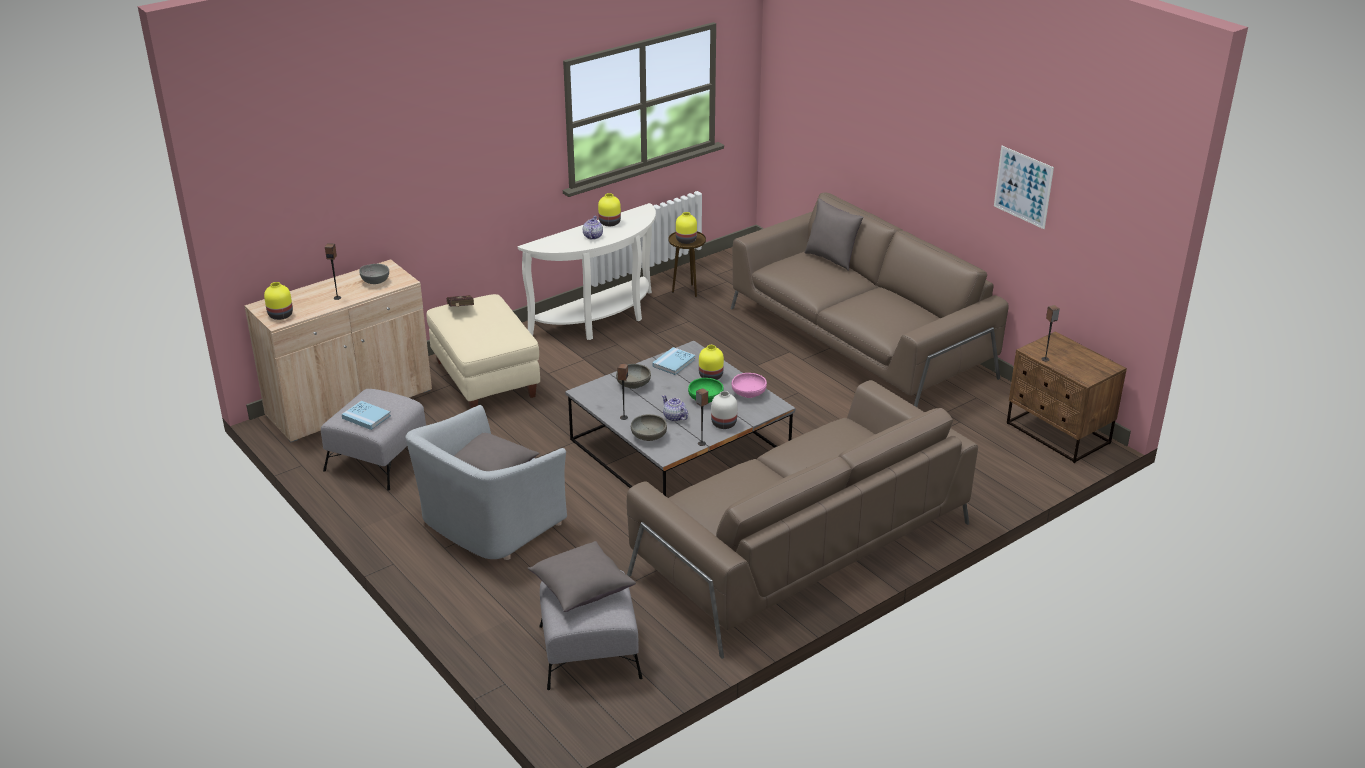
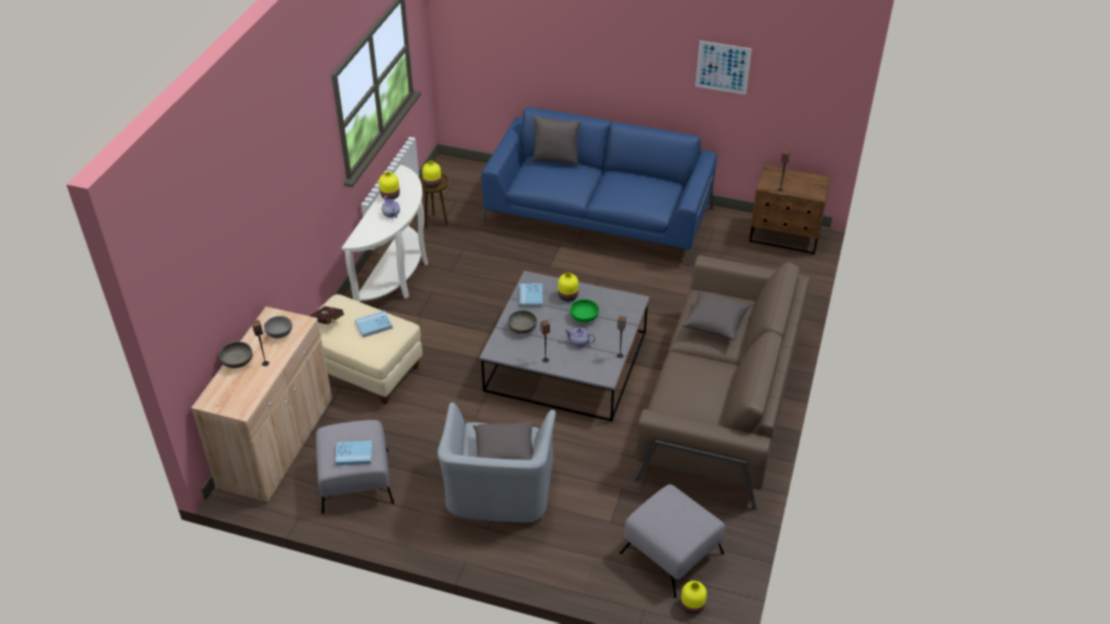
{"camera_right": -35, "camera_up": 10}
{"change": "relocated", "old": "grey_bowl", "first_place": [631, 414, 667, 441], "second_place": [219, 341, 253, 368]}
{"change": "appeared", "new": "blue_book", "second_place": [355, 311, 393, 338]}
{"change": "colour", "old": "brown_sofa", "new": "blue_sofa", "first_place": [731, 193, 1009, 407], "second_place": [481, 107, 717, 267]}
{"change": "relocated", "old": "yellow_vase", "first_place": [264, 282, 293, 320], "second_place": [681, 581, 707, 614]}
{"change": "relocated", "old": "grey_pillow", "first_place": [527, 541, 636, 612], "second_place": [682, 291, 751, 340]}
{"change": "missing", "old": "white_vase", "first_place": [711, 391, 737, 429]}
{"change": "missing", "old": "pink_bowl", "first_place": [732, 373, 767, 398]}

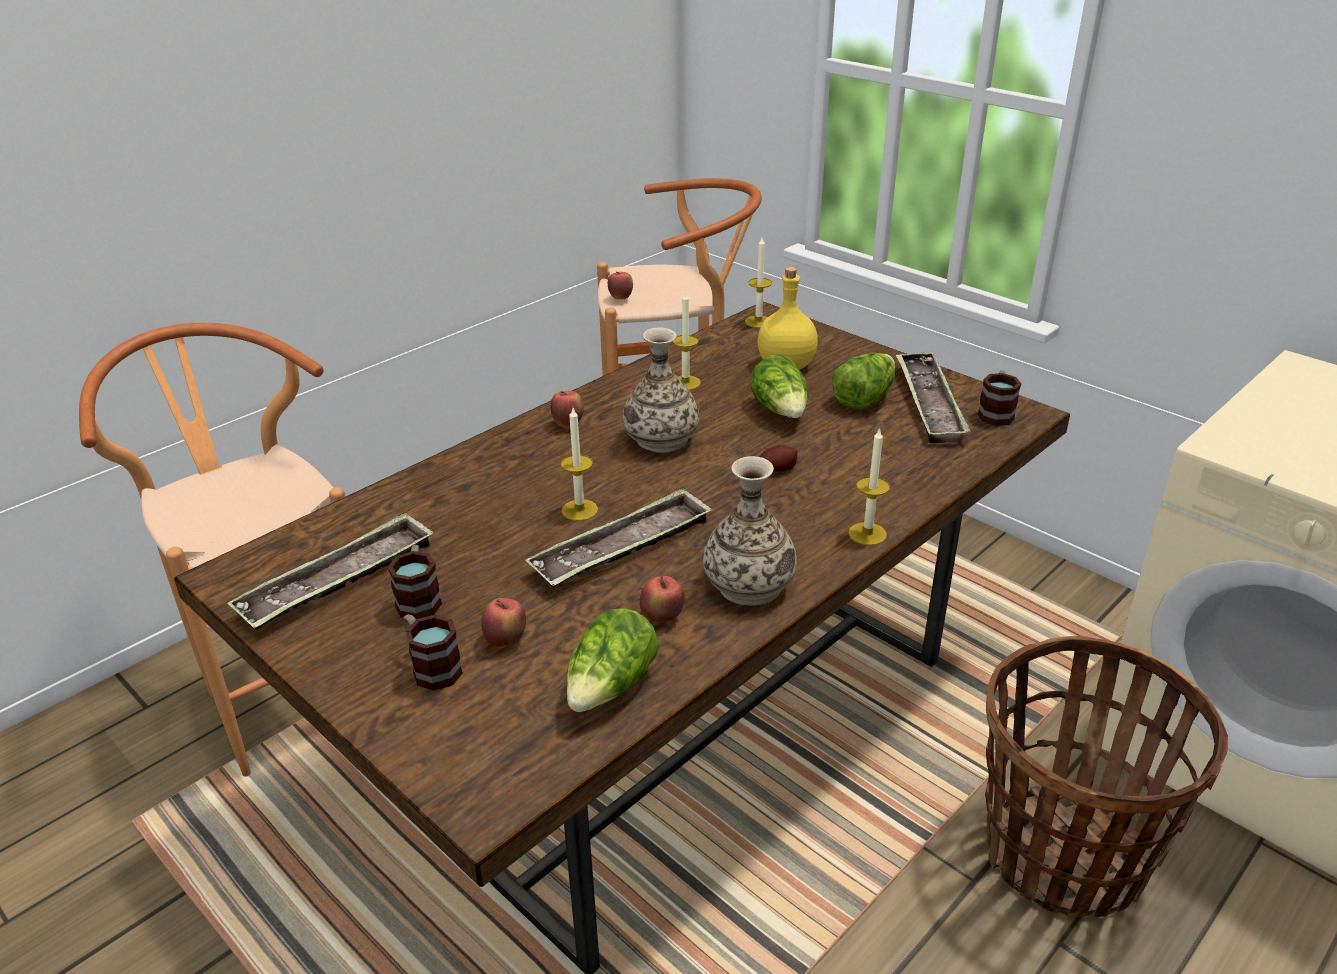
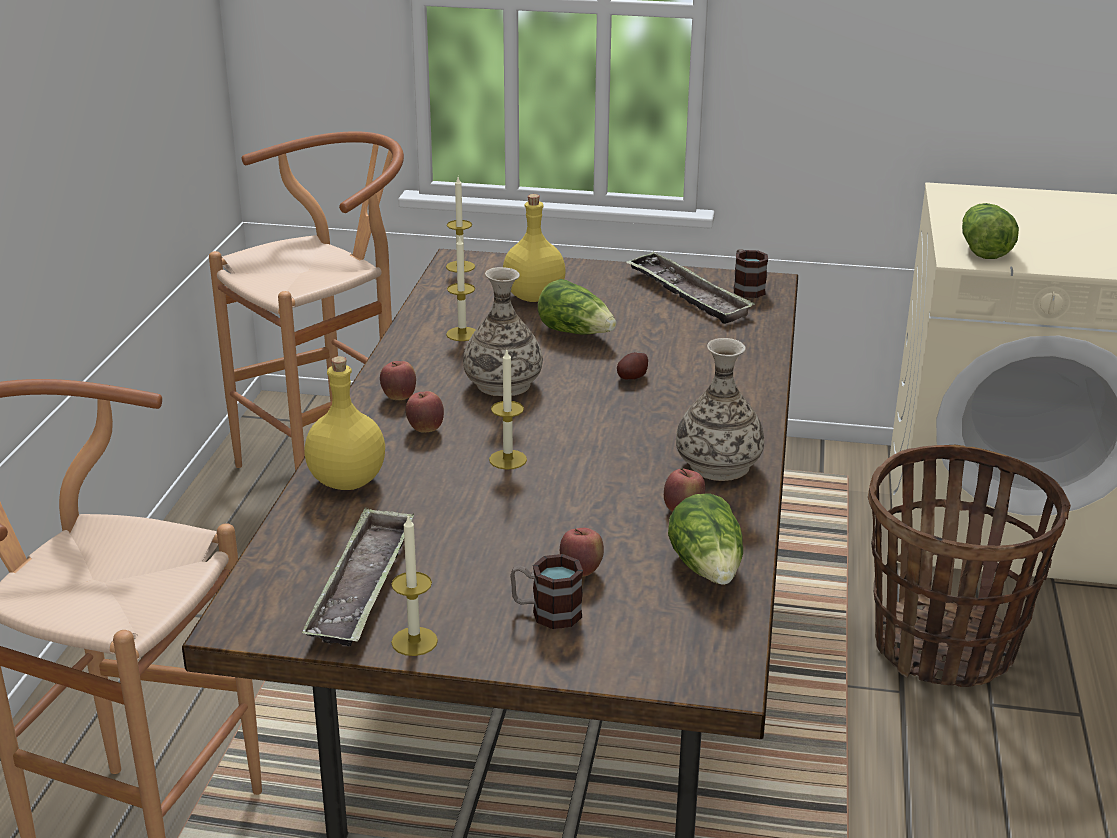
{"camera_right": -35, "camera_up": -5}
{"change": "appeared", "new": "yellow_bottle", "second_place": [304, 356, 385, 490]}
{"change": "relocated", "old": "candle", "first_place": [849, 427, 890, 545], "second_place": [391, 515, 438, 656]}
{"change": "relocated", "old": "apple", "first_place": [608, 271, 633, 300], "second_place": [406, 391, 444, 433]}
{"change": "relocated", "old": "lettuce", "first_place": [832, 353, 896, 409], "second_place": [962, 203, 1019, 259]}
{"change": "missing", "old": "mug", "first_place": [388, 545, 442, 619]}
{"change": "missing", "old": "tray", "first_place": [526, 487, 712, 587]}

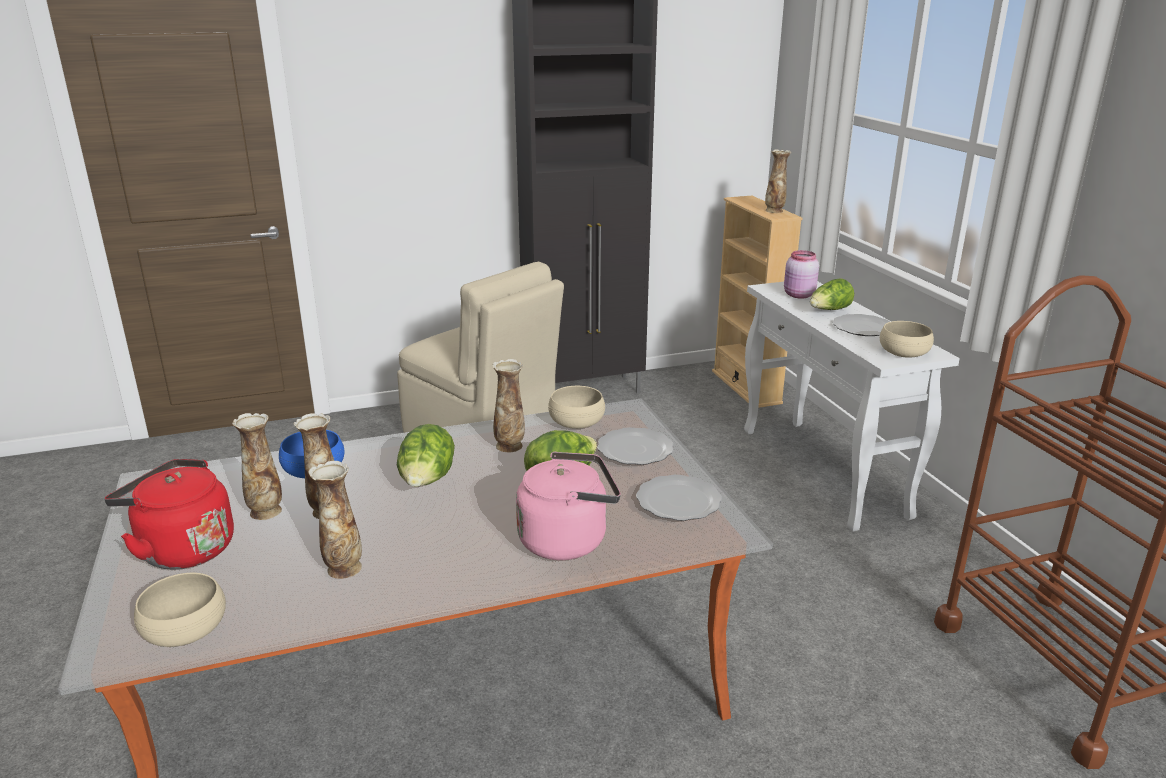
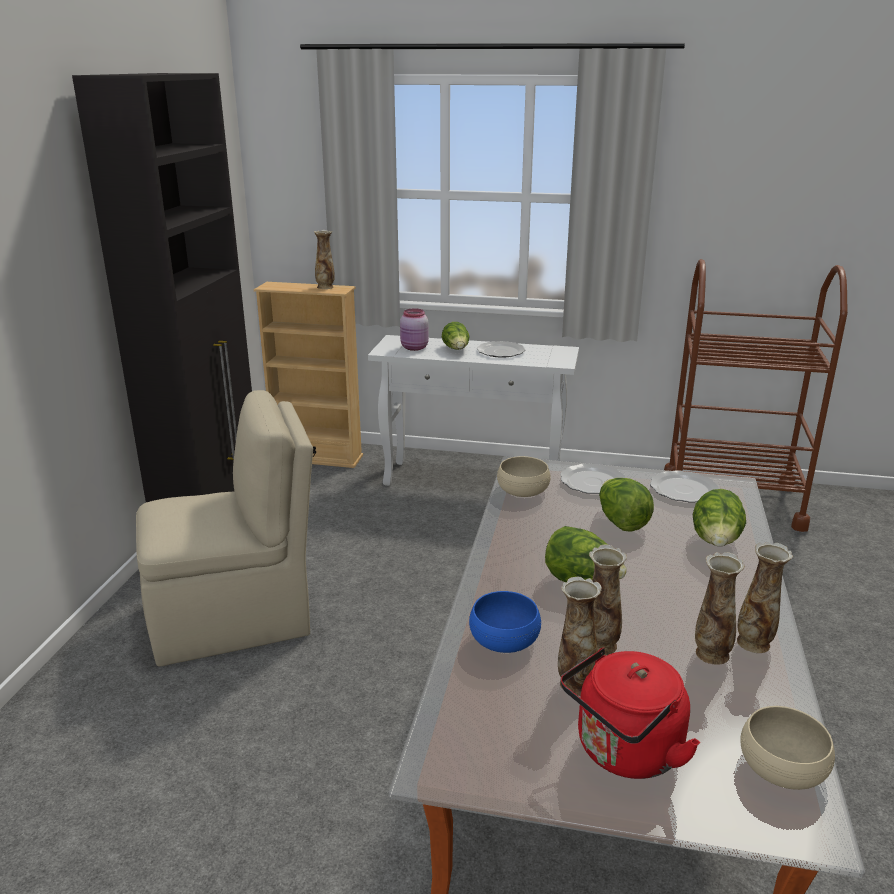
{"camera_right": -60, "camera_up": 0}
{"change": "exchanged", "old": "pink_kettle", "new": "lettuce", "first_place": [516, 452, 621, 560], "second_place": [693, 489, 746, 546]}
{"change": "relocated", "old": "vase", "first_place": [493, 359, 525, 452], "second_place": [737, 542, 793, 653]}
{"change": "missing", "old": "beige_bowl", "first_place": [880, 321, 934, 358]}

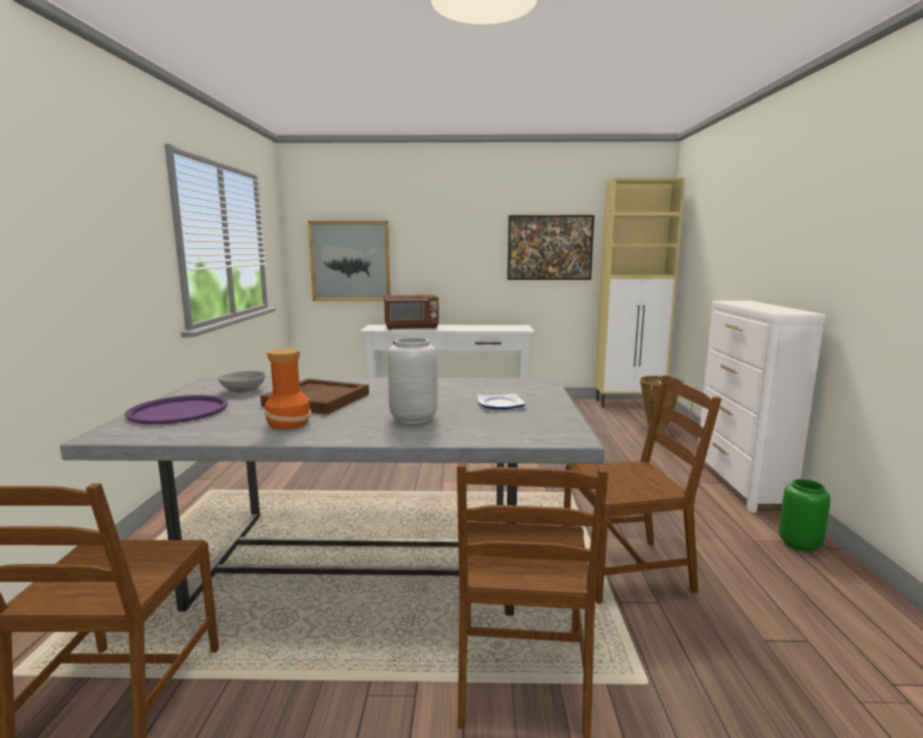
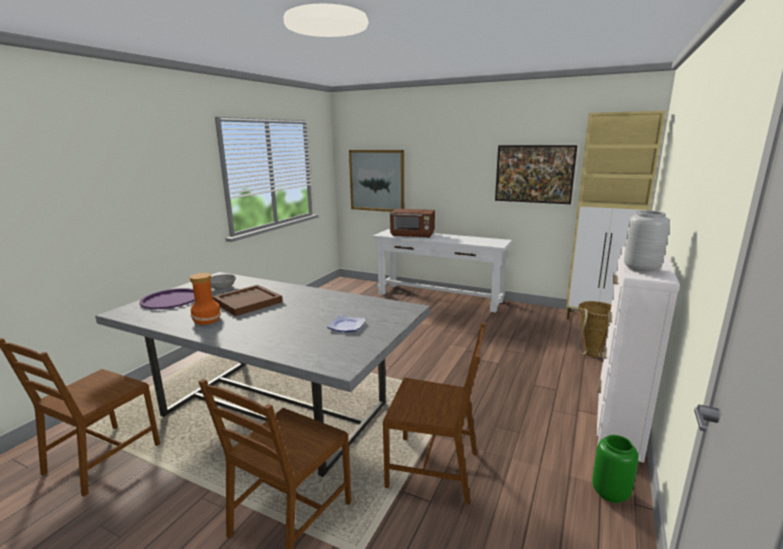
{"camera_right": 25, "camera_up": 5}
{"change": "relocated", "old": "grey_vase", "first_place": [388, 337, 437, 424], "second_place": [624, 210, 670, 273]}

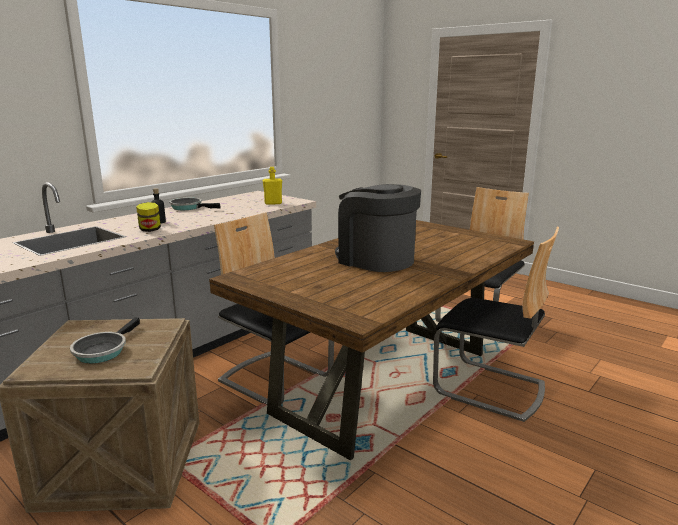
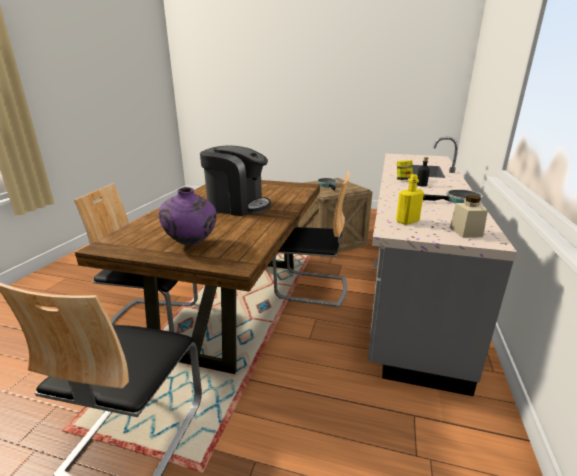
{"camera_right": 155, "camera_up": 5}
{"change": "appeared", "new": "purple_vase", "second_place": [159, 187, 217, 246]}
{"change": "appeared", "new": "beige_jar", "second_place": [450, 195, 488, 238]}

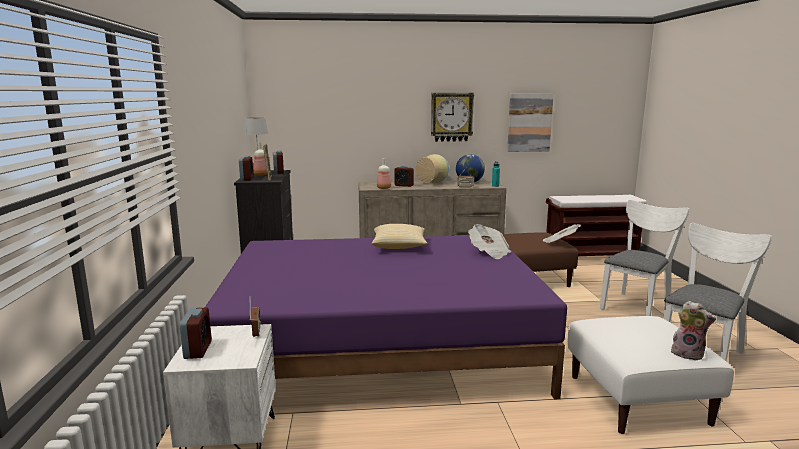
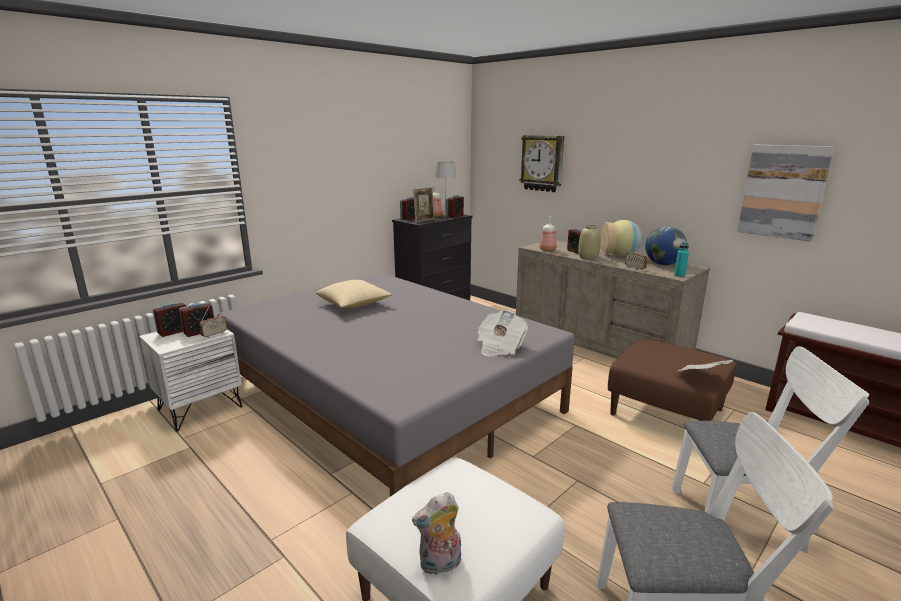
{"camera_right": 50, "camera_up": 5}
{"change": "appeared", "new": "alarm_clock", "second_place": [179, 302, 214, 337]}
{"change": "colour", "old": "purple_bed", "new": "grey_bed", "first_place": [205, 236, 567, 400], "second_place": [217, 273, 575, 497]}
{"change": "relocated", "old": "pillow", "first_place": [372, 224, 427, 249], "second_place": [316, 280, 392, 308]}
{"change": "spun", "old": "plush_toy", "first_place": [671, 301, 716, 361], "second_place": [412, 492, 461, 576], "degrees": 75}
{"change": "relocated", "old": "wall_clock", "first_place": [431, 93, 474, 142], "second_place": [519, 135, 564, 192]}
{"change": "appeared", "new": "beige_vase", "second_place": [578, 225, 601, 260]}

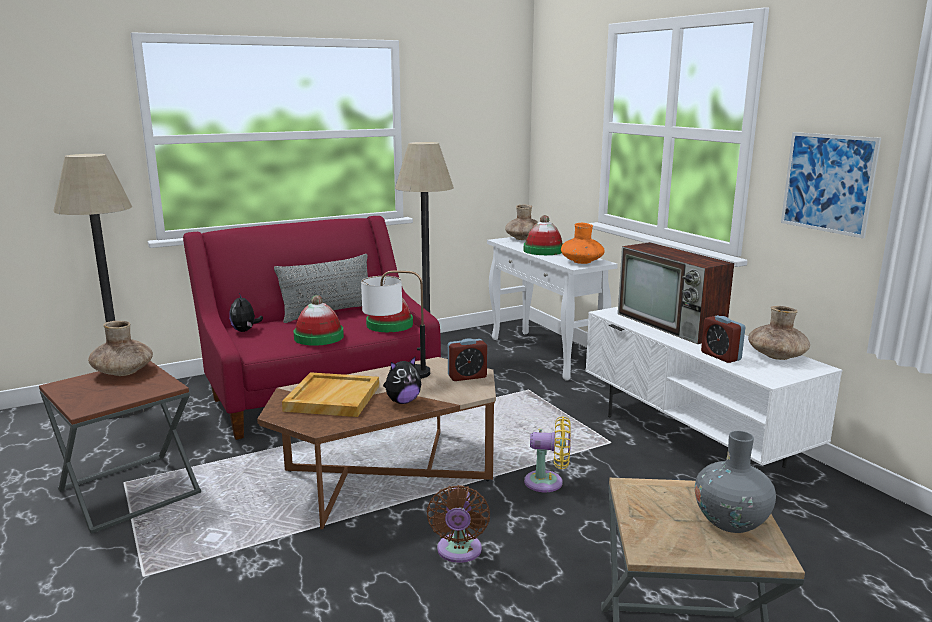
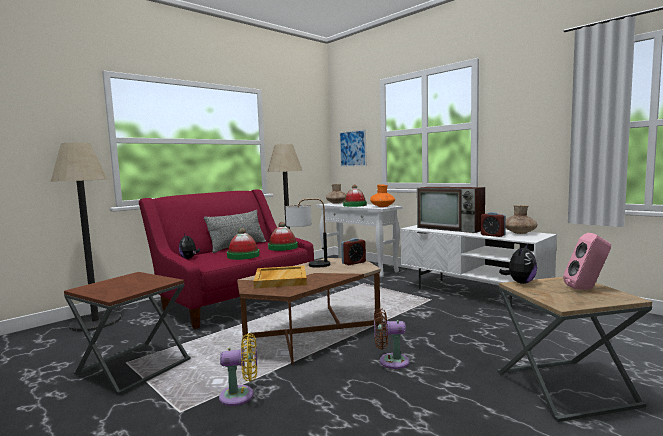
{"camera_right": -15, "camera_up": -10}
{"change": "relocated", "old": "yellow_fan", "first_place": [524, 416, 571, 492], "second_place": [219, 333, 257, 406]}
{"change": "relocated", "old": "picture", "first_place": [781, 132, 881, 239], "second_place": [339, 129, 367, 167]}
{"change": "spun", "old": "brown_fan", "first_place": [427, 485, 490, 563], "second_place": [374, 308, 410, 369], "degrees": 105}
{"change": "relocated", "old": "plush_toy", "first_place": [383, 357, 421, 404], "second_place": [499, 244, 537, 284]}
{"change": "exchanged", "old": "grey_vase", "new": "pink_speaker", "first_place": [695, 431, 776, 533], "second_place": [563, 233, 611, 290]}
{"change": "missing", "old": "brown_vase", "first_place": [88, 321, 153, 376]}

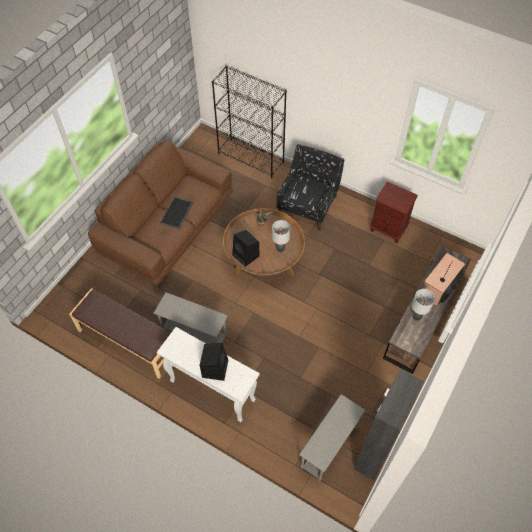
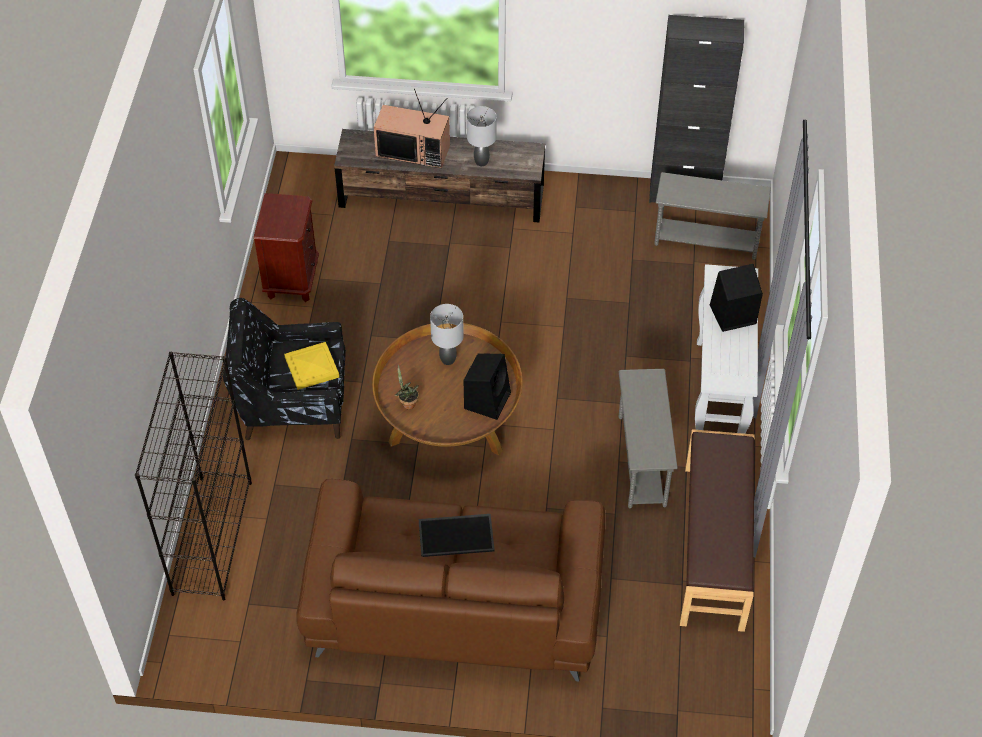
{"camera_right": -115, "camera_up": -5}
{"change": "appeared", "new": "yellow_tray", "second_place": [284, 342, 339, 390]}

